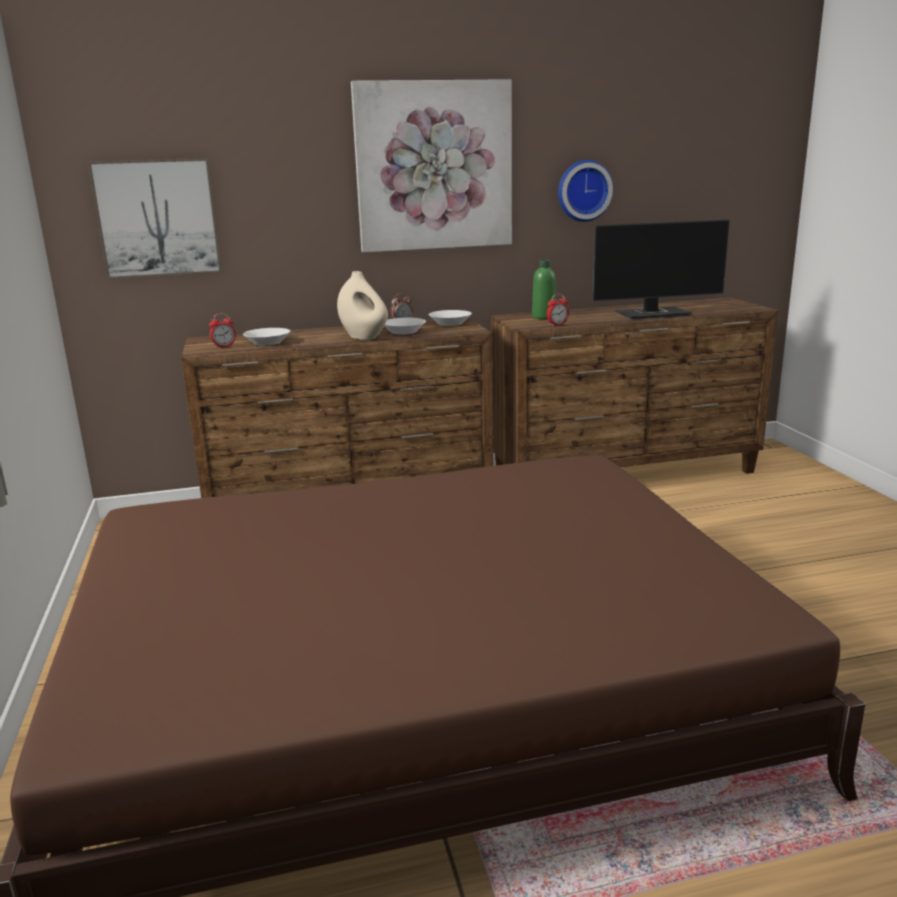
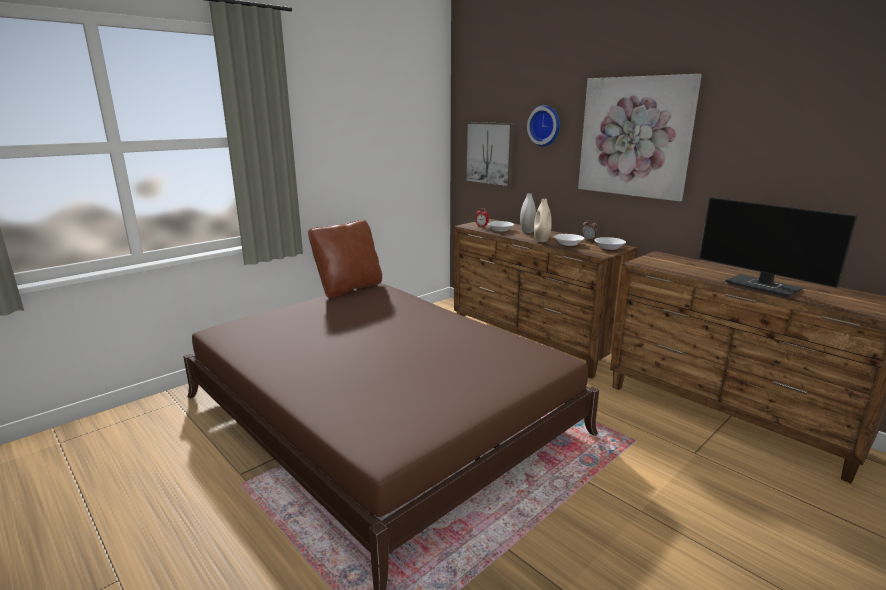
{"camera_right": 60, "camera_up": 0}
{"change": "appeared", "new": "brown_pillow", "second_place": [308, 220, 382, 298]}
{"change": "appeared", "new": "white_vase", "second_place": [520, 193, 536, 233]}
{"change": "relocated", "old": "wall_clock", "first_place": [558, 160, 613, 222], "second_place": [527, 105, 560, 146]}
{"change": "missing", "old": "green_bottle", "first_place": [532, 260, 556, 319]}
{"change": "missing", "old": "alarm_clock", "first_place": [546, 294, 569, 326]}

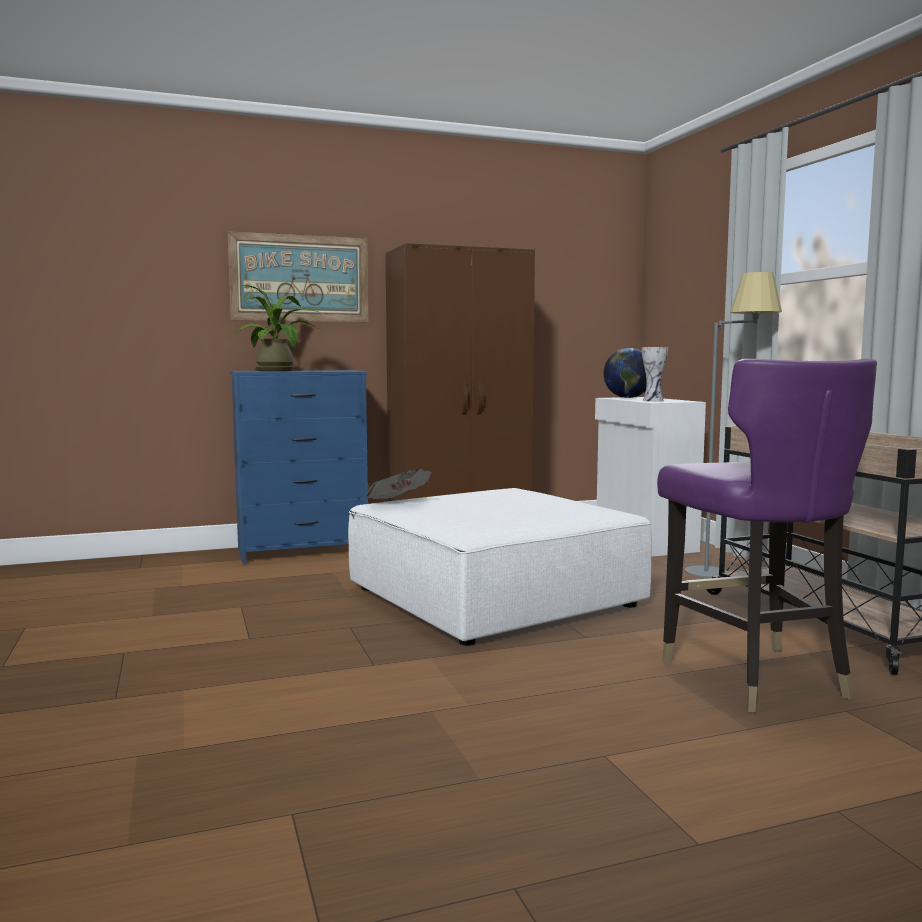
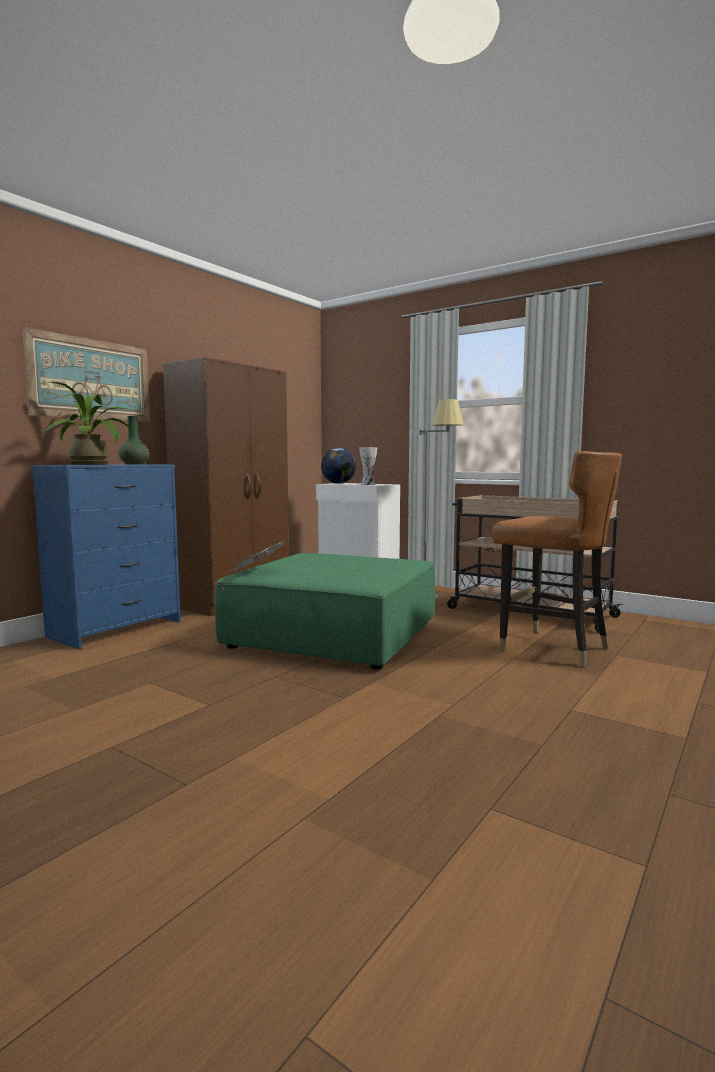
{"camera_right": -35, "camera_up": 0}
{"change": "appeared", "new": "green_vase", "second_place": [118, 416, 150, 464]}
{"change": "colour", "old": "white_ottoman", "new": "green_ottoman", "first_place": [348, 488, 652, 646], "second_place": [215, 553, 435, 670]}
{"change": "colour", "old": "purple_chair", "new": "brown_chair", "first_place": [657, 358, 877, 712], "second_place": [492, 451, 622, 667]}

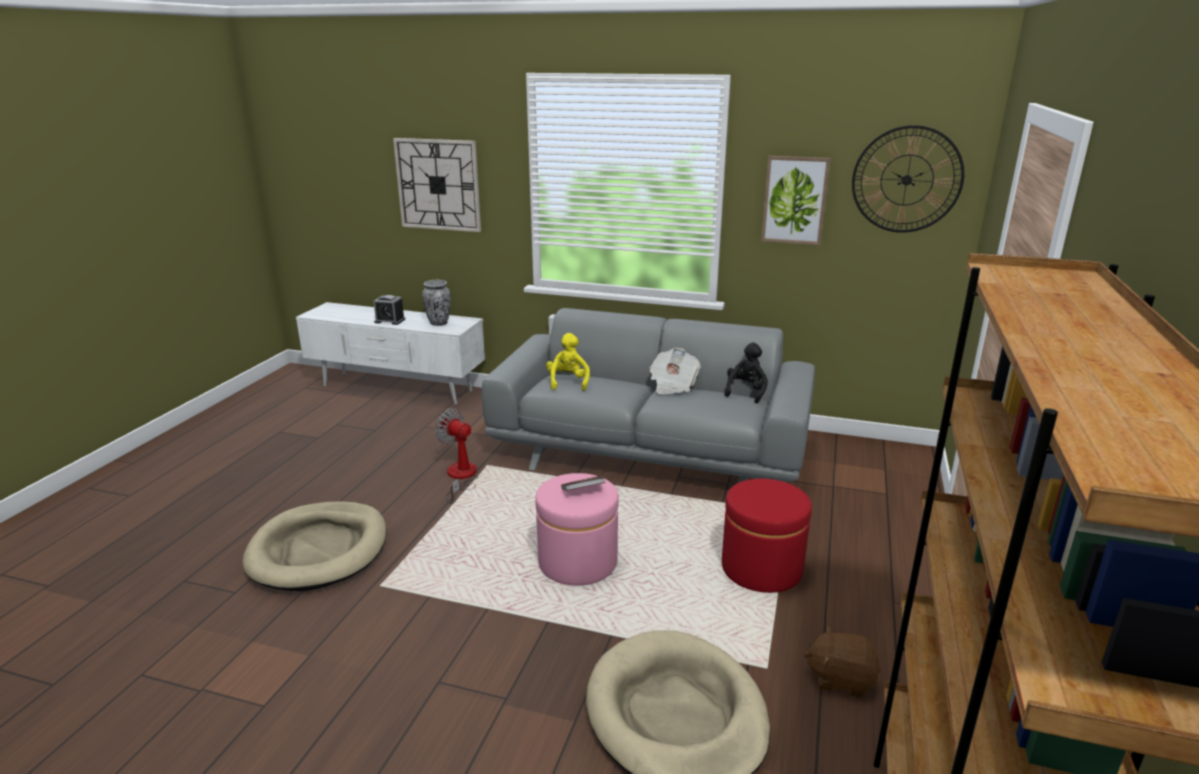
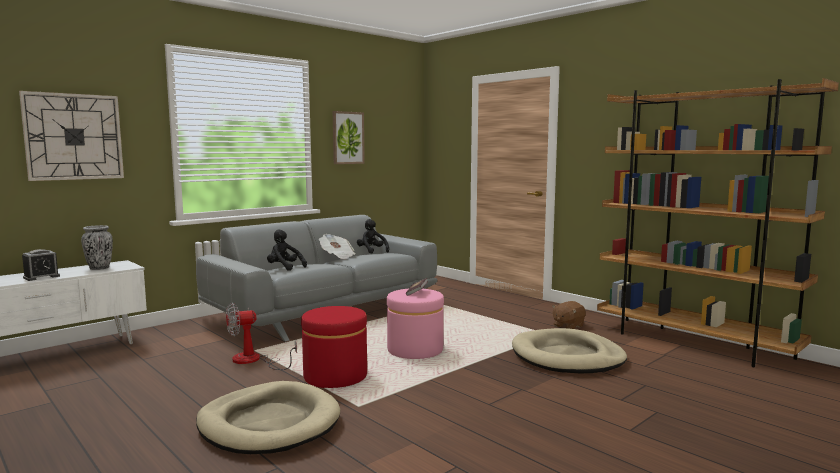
{"camera_right": -60, "camera_up": -15}
{"change": "colour", "old": "yellow_plush_toy", "new": "black_plush_toy", "first_place": [546, 333, 590, 391], "second_place": [267, 229, 307, 271]}
{"change": "relocated", "old": "red_ottoman", "first_place": [722, 479, 812, 593], "second_place": [301, 306, 367, 388]}
{"change": "missing", "old": "wall_clock", "first_place": [852, 125, 965, 233]}

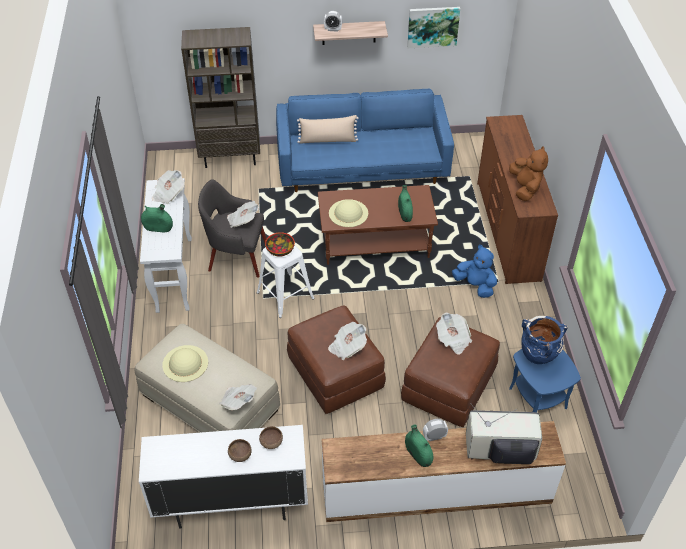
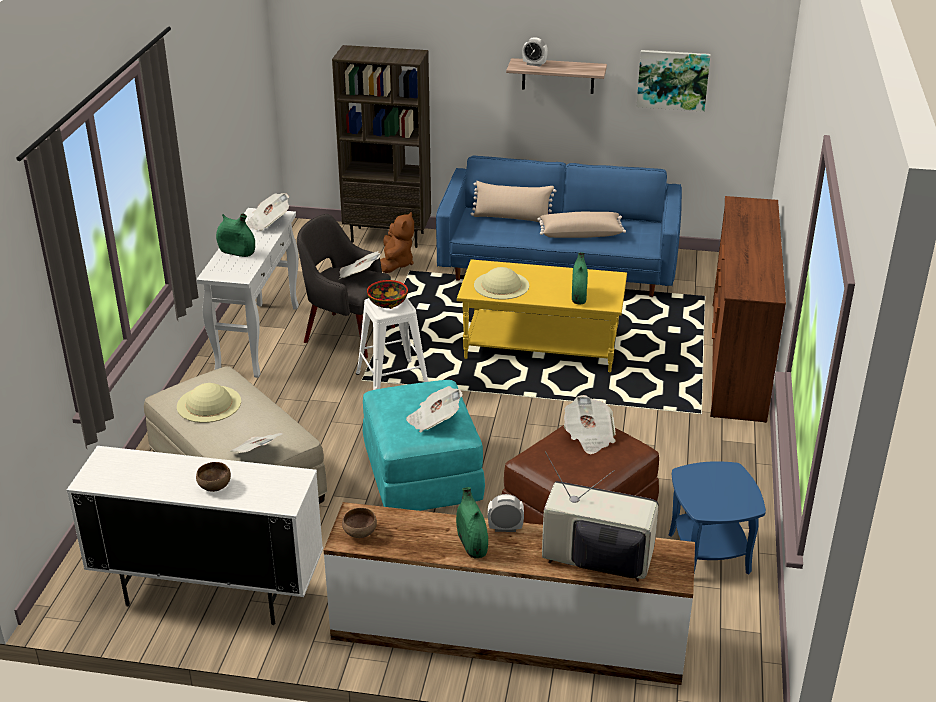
{"camera_right": 15, "camera_up": -15}
{"change": "relocated", "old": "brown_bowl", "first_place": [259, 426, 283, 449], "second_place": [342, 508, 377, 538]}
{"change": "colour", "old": "brown_ottoman", "new": "turquoise_ottoman", "first_place": [287, 305, 386, 414], "second_place": [363, 380, 485, 511]}
{"change": "relocated", "old": "brown_plush_toy", "first_place": [509, 146, 548, 201], "second_place": [380, 212, 414, 273]}
{"change": "colour", "old": "brown_coffee_table", "new": "yellow_coffee_table", "first_place": [318, 185, 438, 265], "second_place": [457, 259, 627, 373]}
{"change": "appeared", "new": "beige_pillow", "second_place": [537, 212, 626, 238]}
{"change": "missing", "old": "blue_plush_toy", "first_place": [452, 244, 497, 298]}
{"change": "missing", "old": "blue_vase", "first_place": [521, 316, 568, 364]}

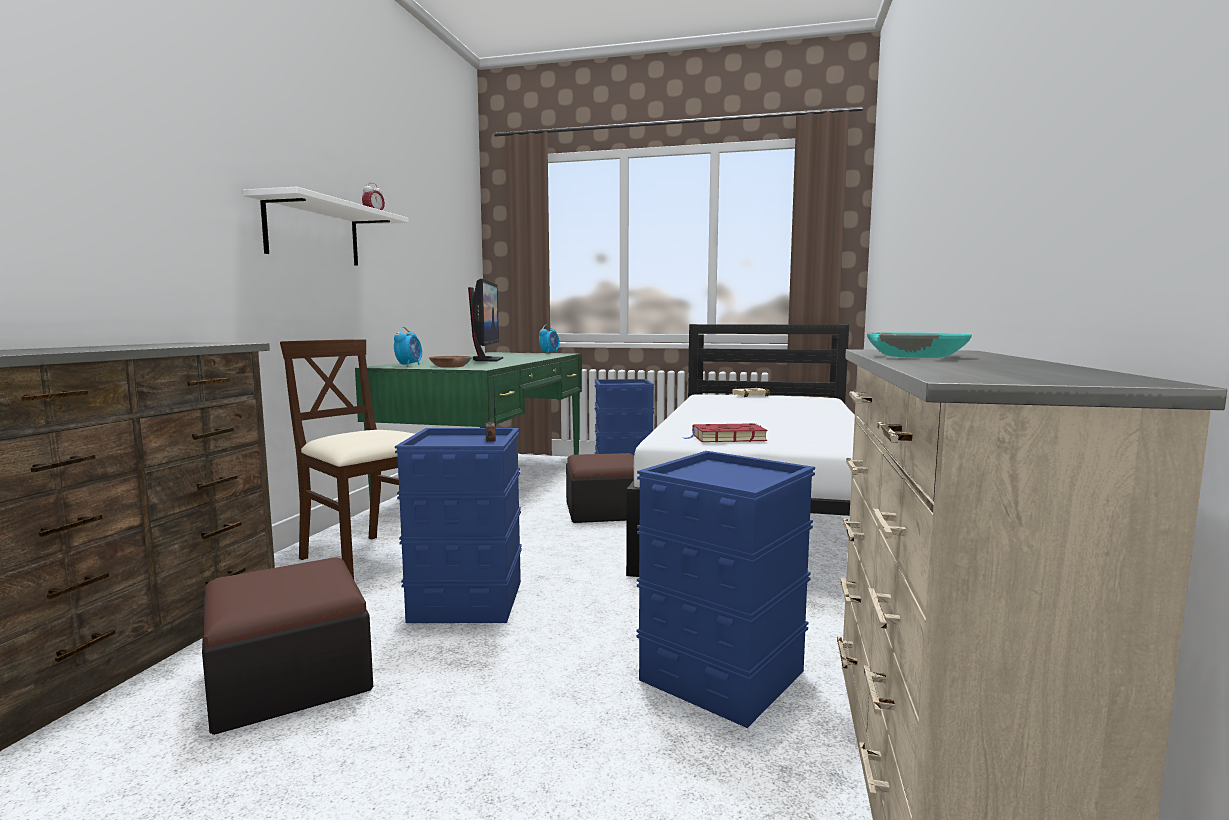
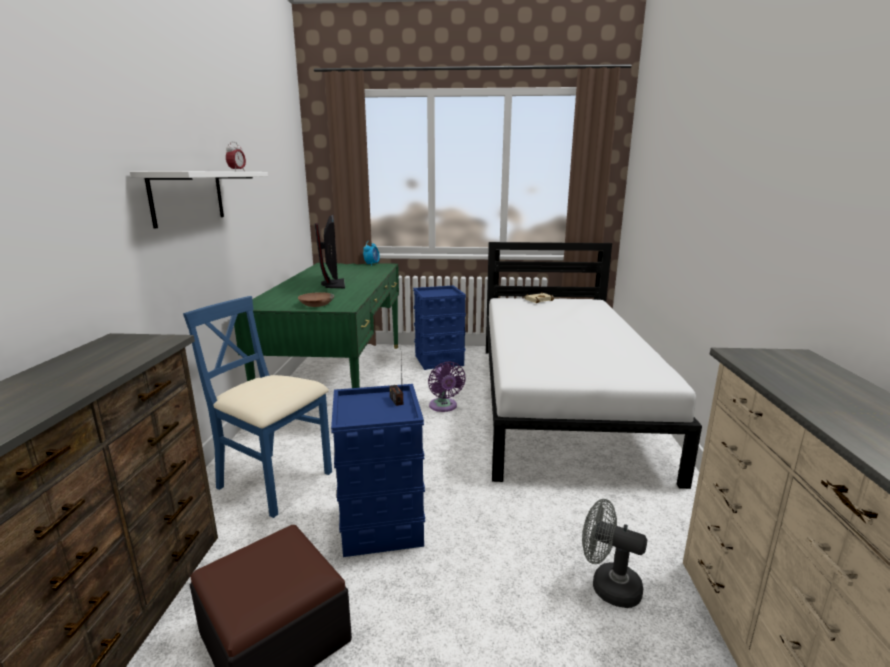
{"camera_right": -10, "camera_up": 10}
{"change": "colour", "old": "beige_chair", "new": "blue_chair", "first_place": [280, 339, 415, 579], "second_place": [183, 296, 332, 518]}
{"change": "exchanged", "old": "ottoman", "new": "purple_fan", "first_place": [566, 453, 634, 523], "second_place": [428, 361, 466, 412]}
{"change": "exchanged", "old": "blue_storage_box", "new": "grey_fan", "first_place": [636, 451, 815, 728], "second_place": [582, 499, 647, 608]}
{"change": "missing", "old": "alarm_clock", "first_place": [394, 327, 422, 367]}
{"change": "missing", "old": "red_book", "first_place": [684, 423, 768, 442]}
{"change": "missing", "old": "turquoise_bowl", "first_place": [867, 332, 972, 358]}

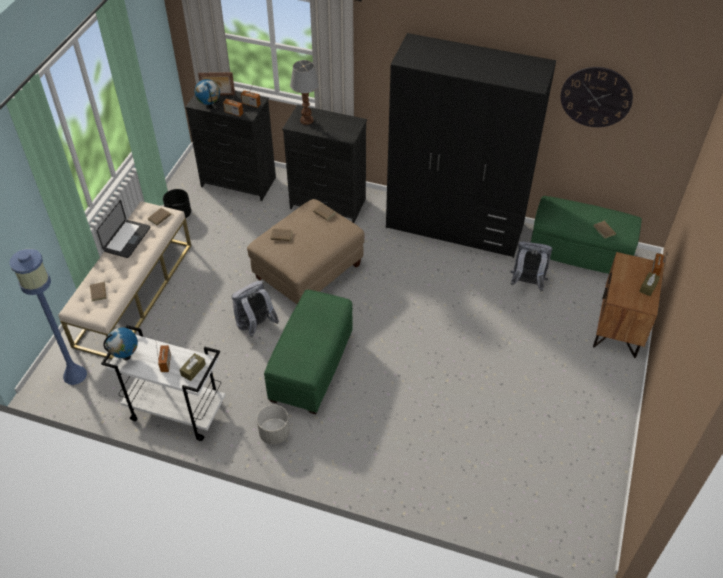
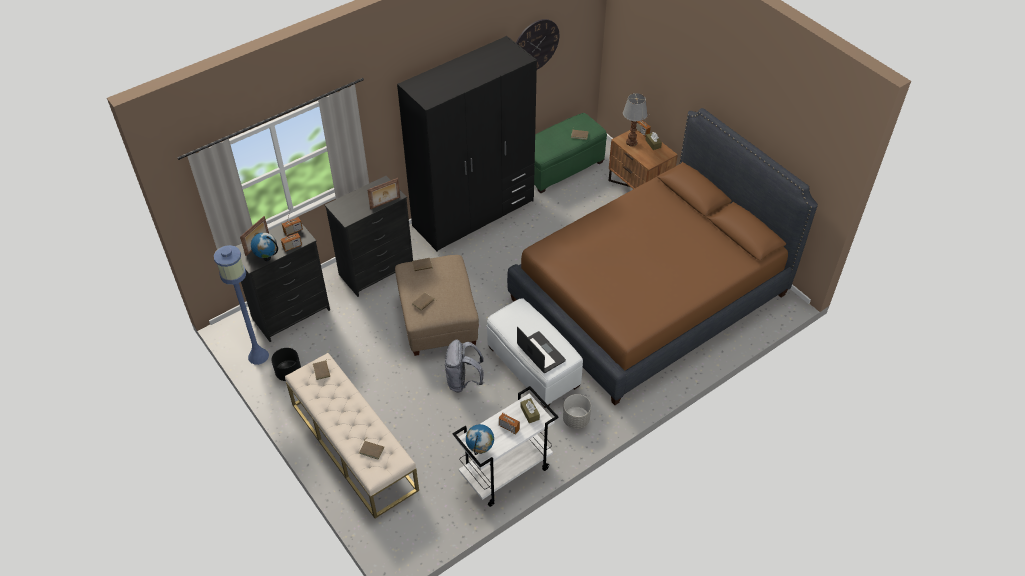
{"camera_right": -55, "camera_up": 0}
{"change": "relocated", "old": "blue_floor_lamp", "first_place": [9, 249, 87, 385], "second_place": [214, 245, 269, 365]}
{"change": "appeared", "new": "picture_frame", "second_place": [367, 178, 400, 210]}
{"change": "colour", "old": "green_ottoman", "new": "white_ottoman", "first_place": [264, 290, 353, 415], "second_place": [487, 298, 583, 408]}
{"change": "appeared", "new": "brown_bed", "second_place": [507, 108, 818, 405]}
{"change": "relocated", "old": "laptop", "first_place": [97, 200, 150, 258], "second_place": [517, 326, 566, 373]}
{"change": "relocated", "old": "table_lamp", "first_place": [290, 60, 319, 125], "second_place": [623, 93, 648, 146]}
{"change": "missing", "old": "grey_backpack", "first_place": [510, 242, 552, 291]}

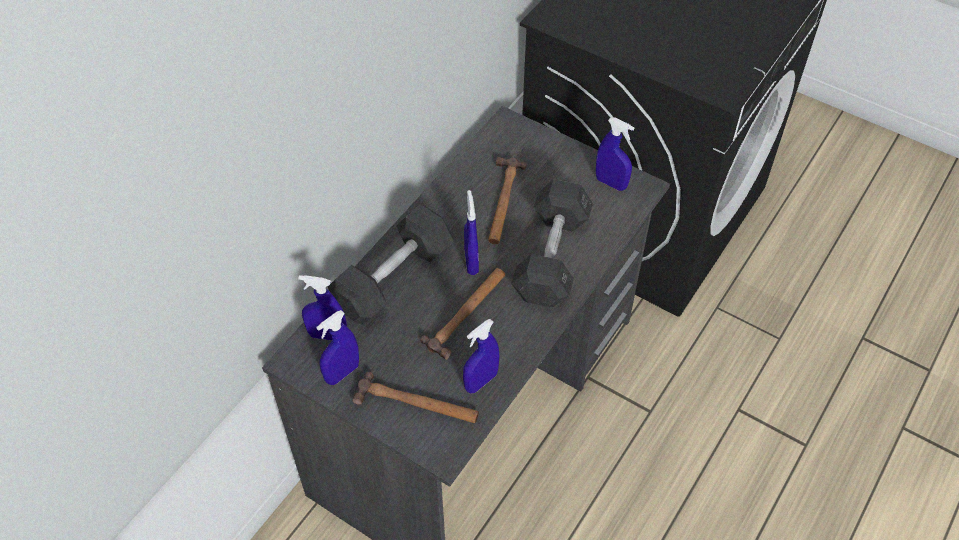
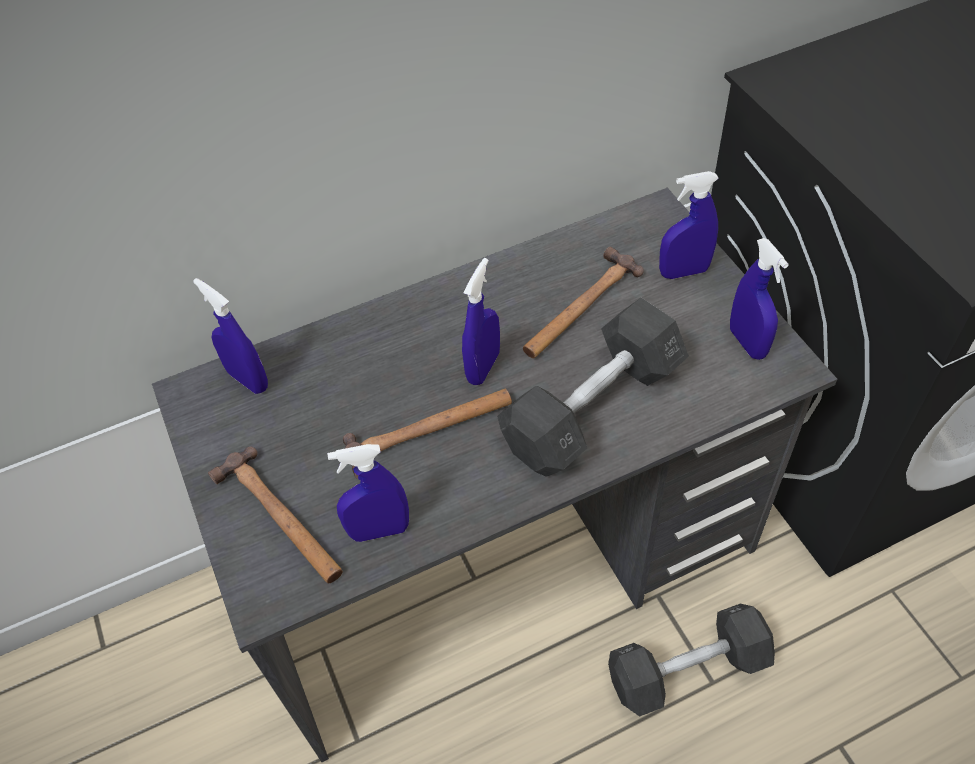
{"camera_right": 35, "camera_up": 0}
{"change": "relocated", "old": "grey_dumbbell", "first_place": [328, 204, 453, 325], "second_place": [608, 604, 775, 717]}
{"change": "relocated", "old": "blue_spray_bottle", "first_place": [316, 310, 359, 385], "second_place": [659, 171, 719, 279]}

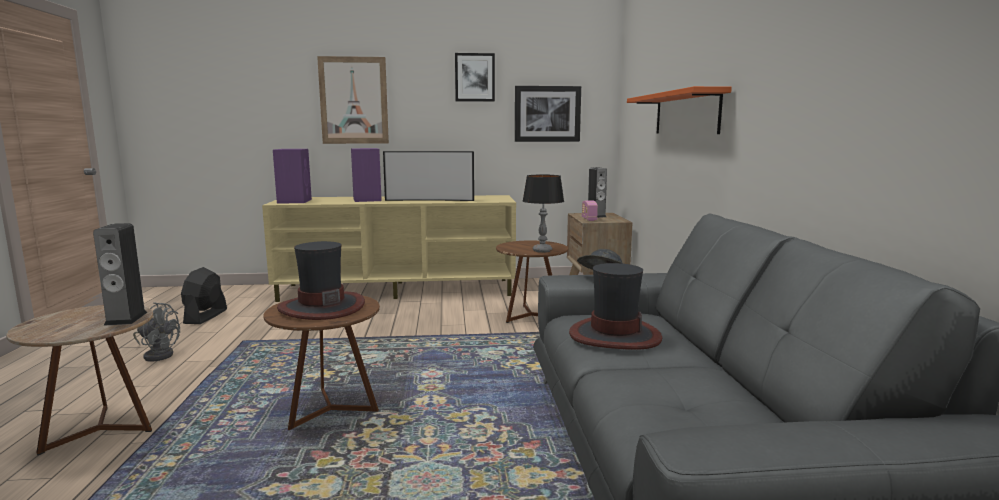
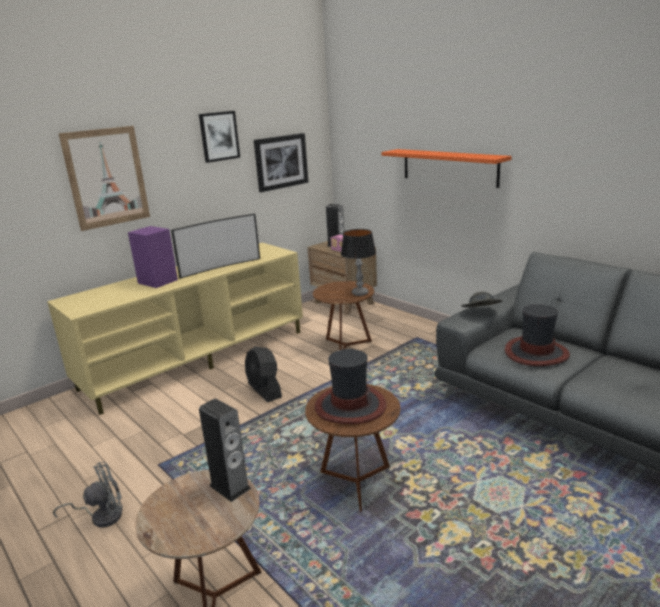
{"camera_right": -35, "camera_up": 10}
{"change": "relocated", "old": "black_fan", "first_place": [181, 267, 227, 324], "second_place": [245, 346, 282, 402]}
{"change": "missing", "old": "purple_speaker", "first_place": [273, 149, 312, 203]}

